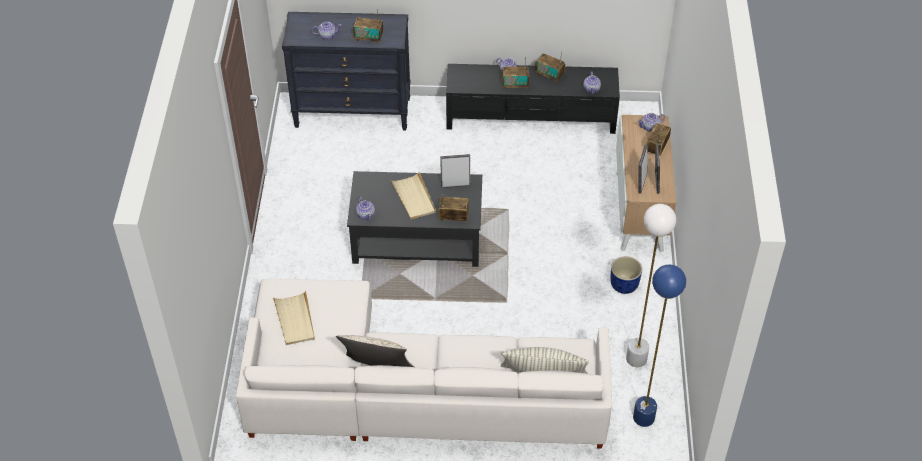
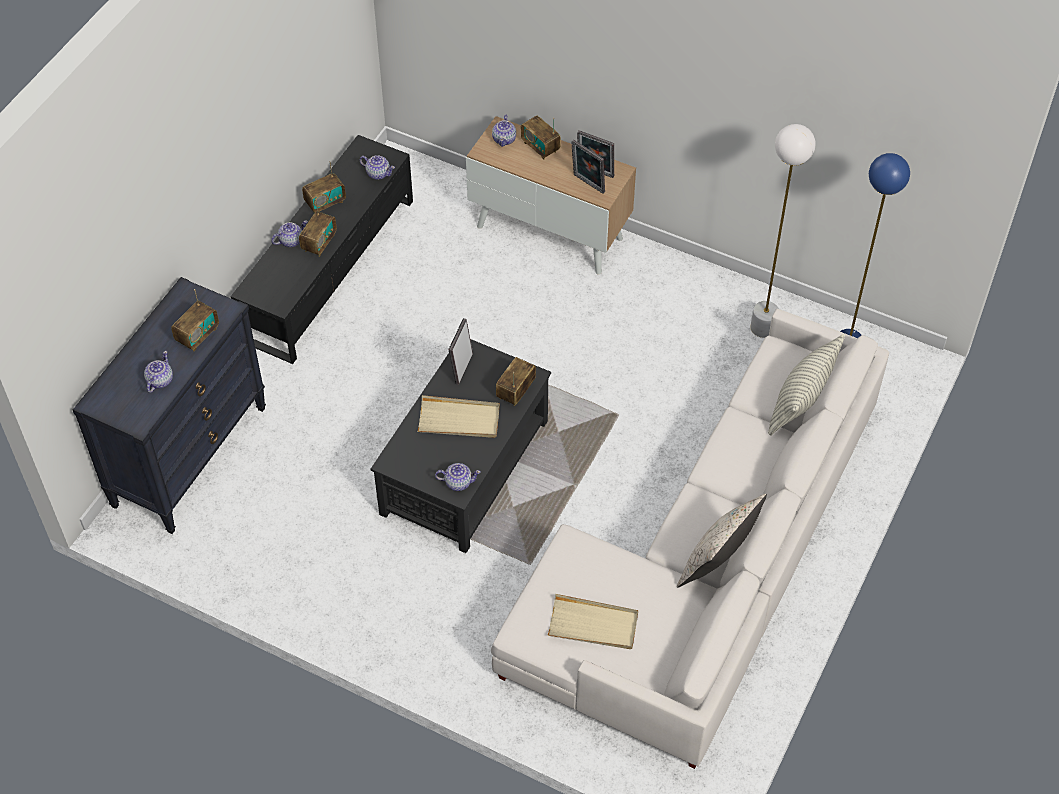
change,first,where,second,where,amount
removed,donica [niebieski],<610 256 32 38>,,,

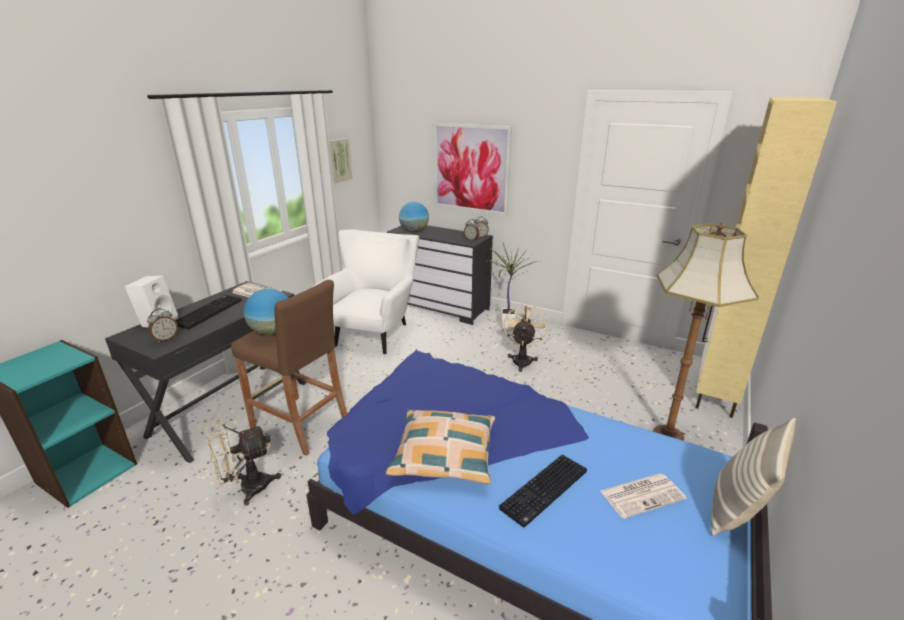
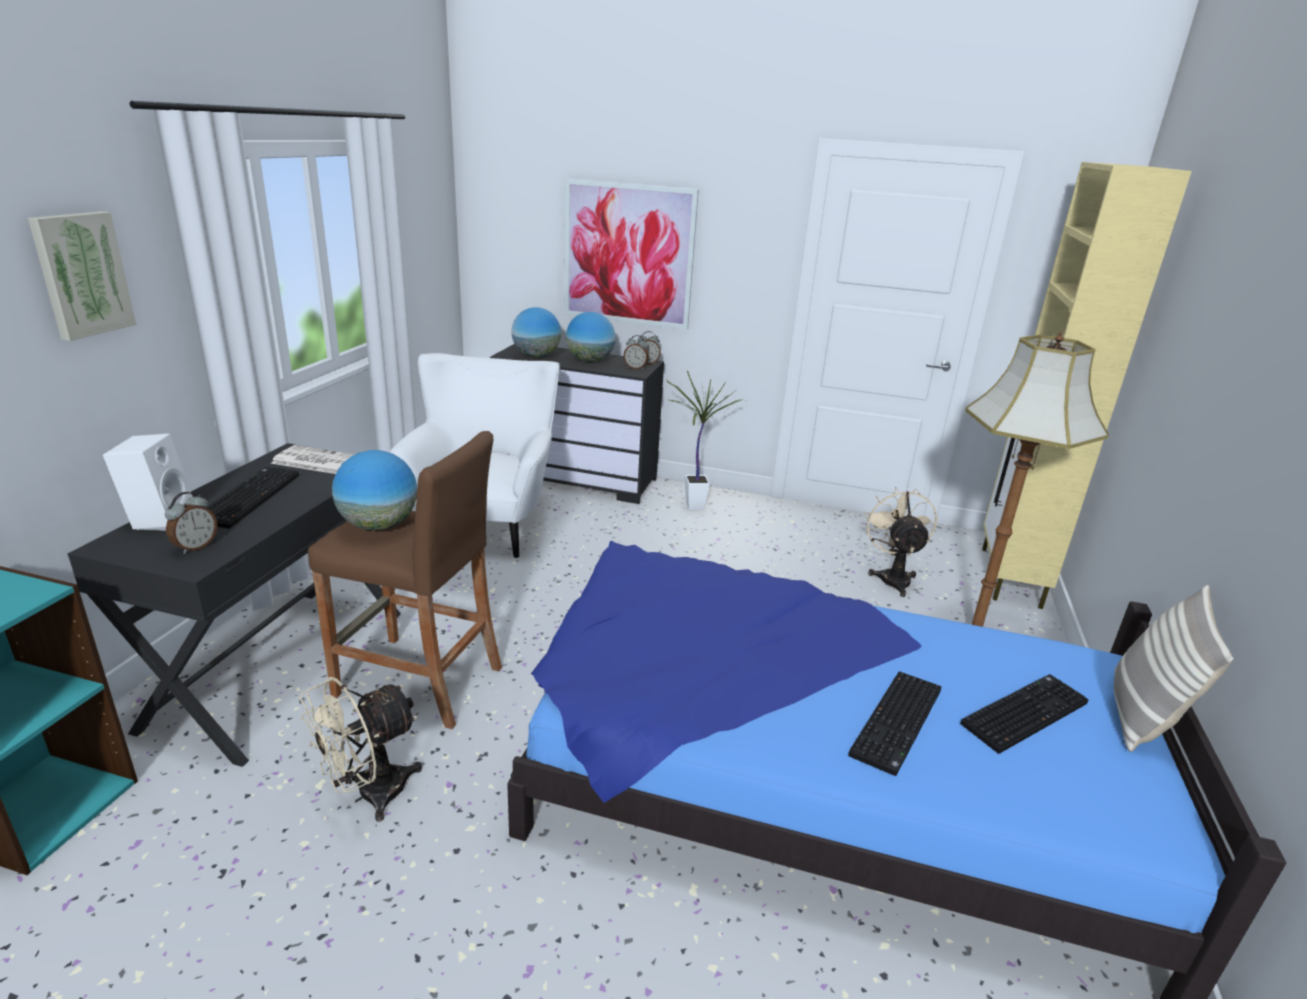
change,first,where,second,where,amount
removed,poduszka,<386 409 109 76>,,,
added,,,globus,<566 312 50 50>,
moved,obraz,<329 138 24 45>,,<28 211 108 130>,
moved,wentylator [beżowy],<504 303 43 69>,,<865 487 72 110>,
replaced,gazeta,<600 474 86 45>,klawiatura,<960 674 128 80>,

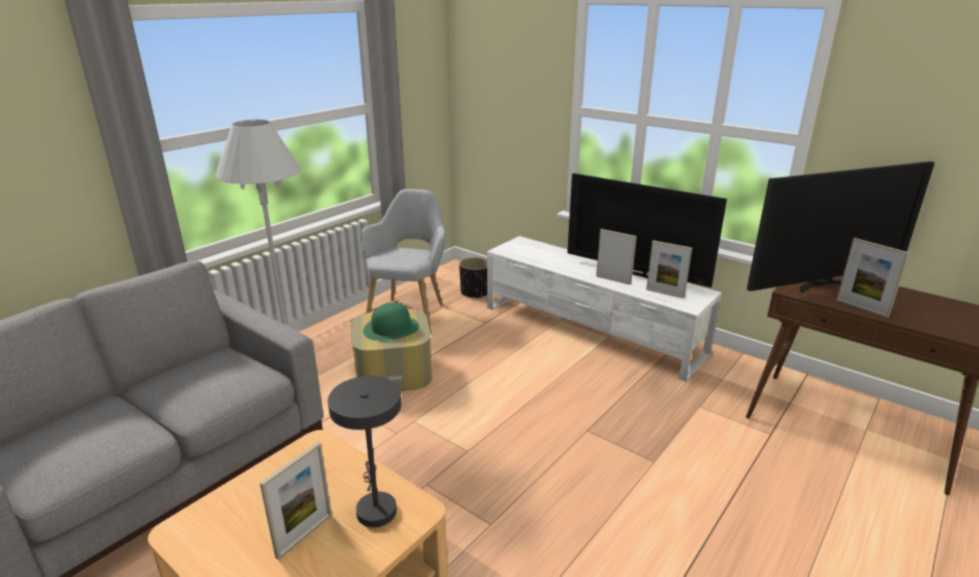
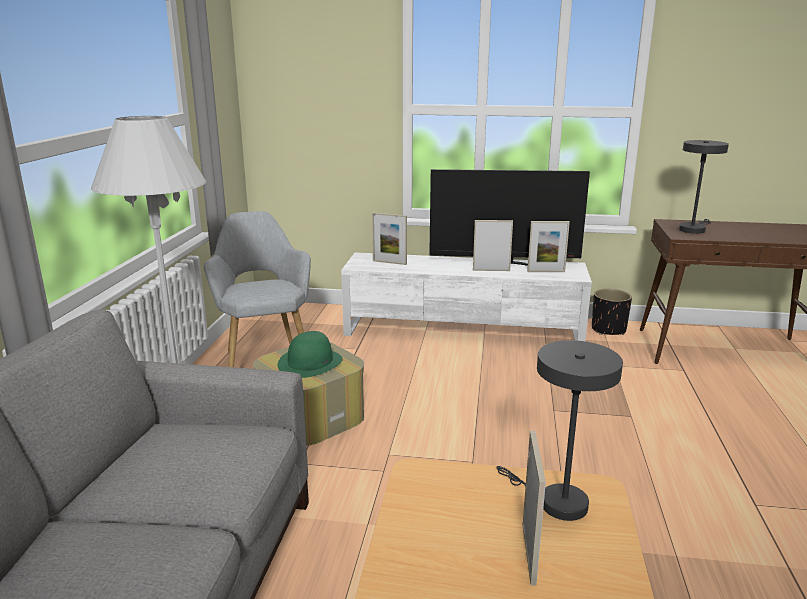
change,first,where,second,where,amount
moved,donica [czarny],<459 257 28 42>,,<592 289 40 46>,
moved,ramka na zdjęcie,<837 238 73 80>,,<372 212 35 53>,
replaced,telewizor,<747 161 188 132>,lampa stołowa [szary],<679 140 50 94>,

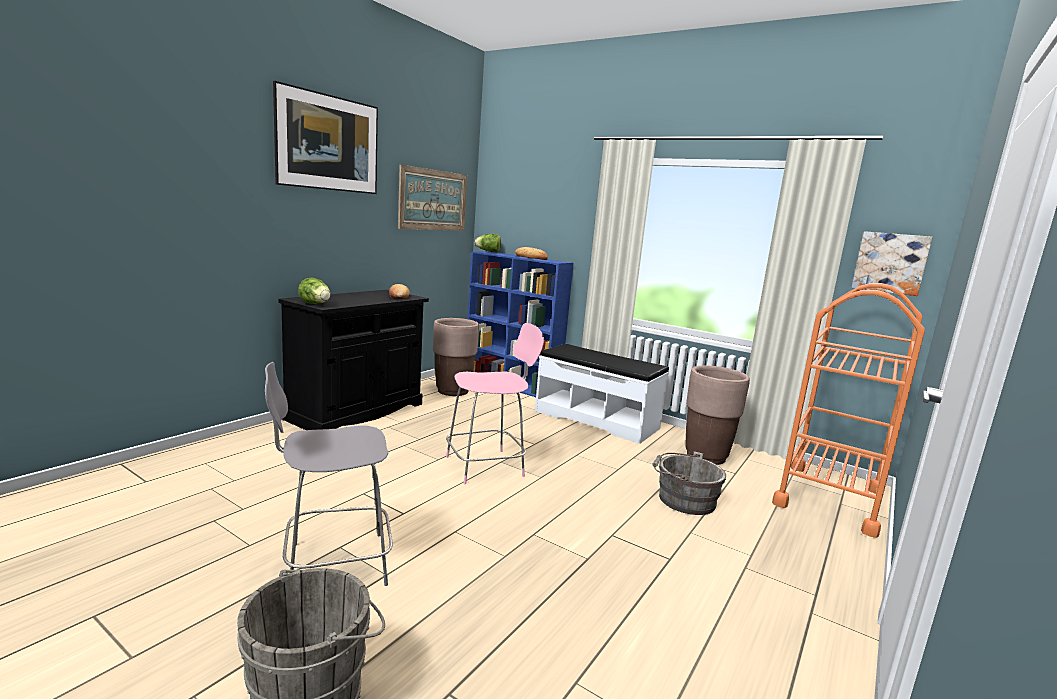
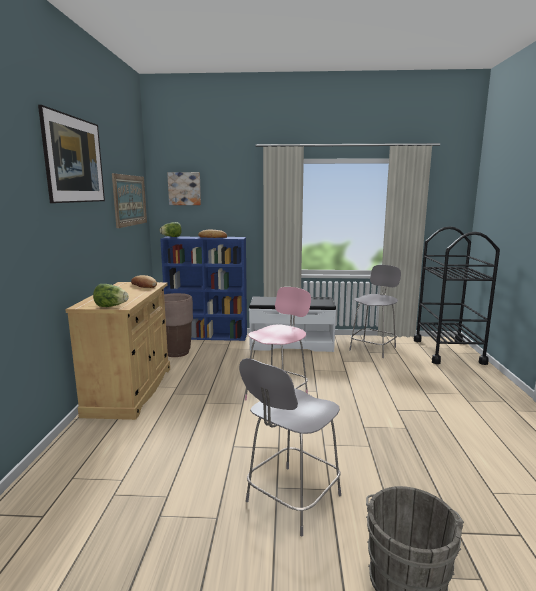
change,first,where,second,where,amount
removed,wiadro [szary],<652 451 74 64>,,,
moved,obraz,<852 231 80 65>,,<167 172 34 33>,
replaced,donica [brązowy],<685 365 65 100>,krzesło [szary],<349 265 52 93>,
recoloured,szafka [czarny],<278 290 151 140>,szafka [beżowy],<65 282 105 138>,
recoloured,wózek [pomarańczowy],<772 283 153 255>,wózek [czarny],<414 226 86 139>,

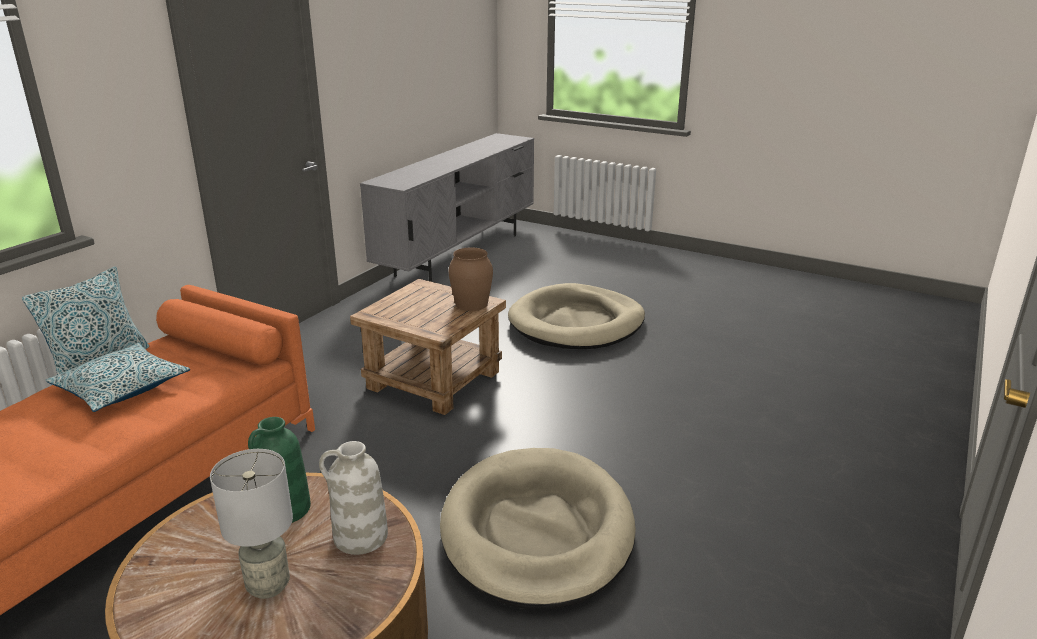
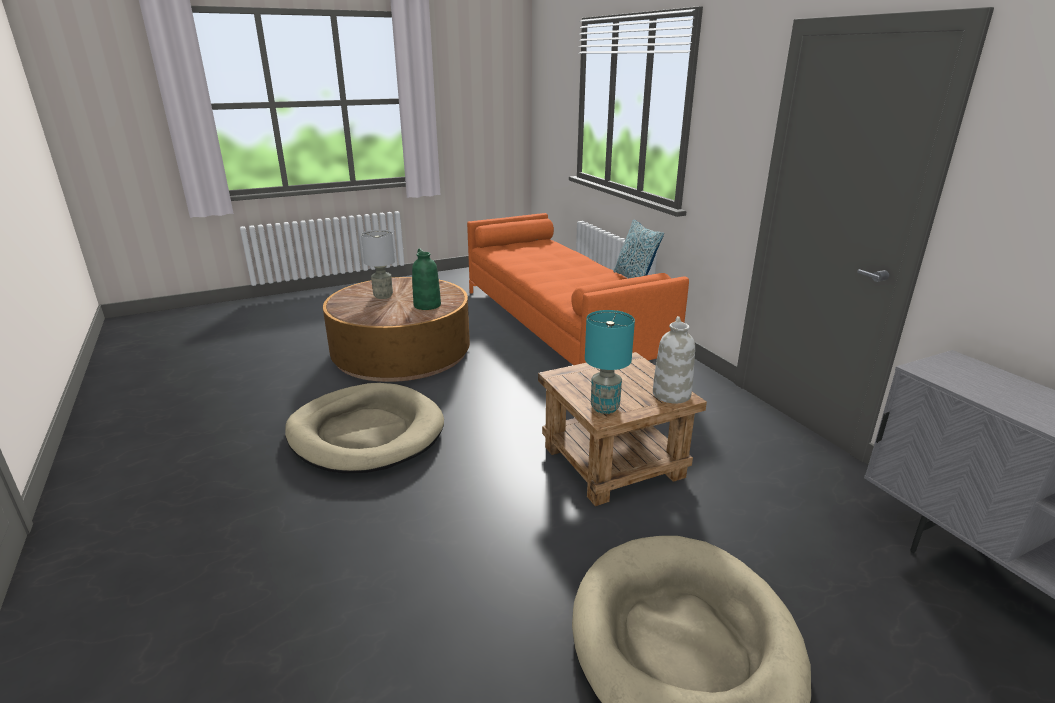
change,first,where,second,where,amount
removed,poduszka,<46 343 144 69>,,,
moved,wazon [biały],<319 441 69 114>,,<653 316 42 87>,
replaced,wazon [brązowy],<448 247 45 64>,lampa stołowa [turkusowy],<585 310 50 104>,

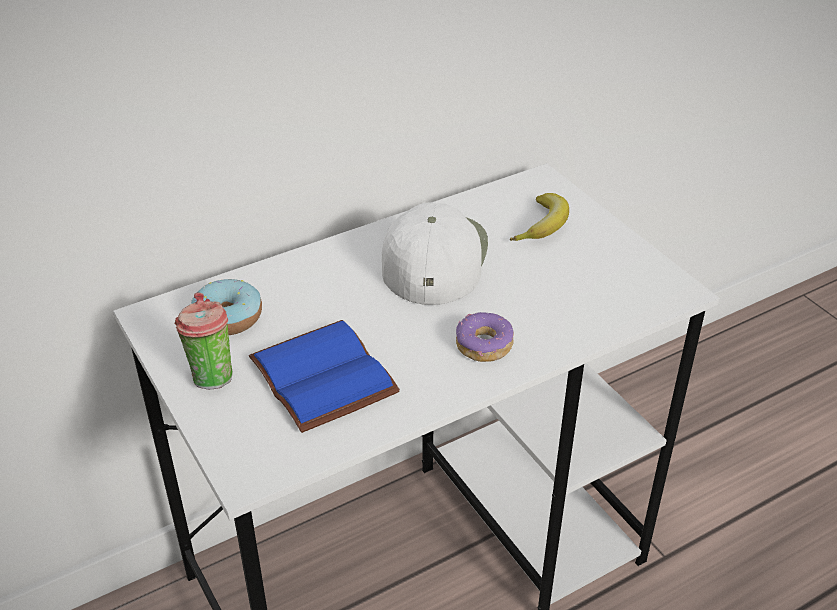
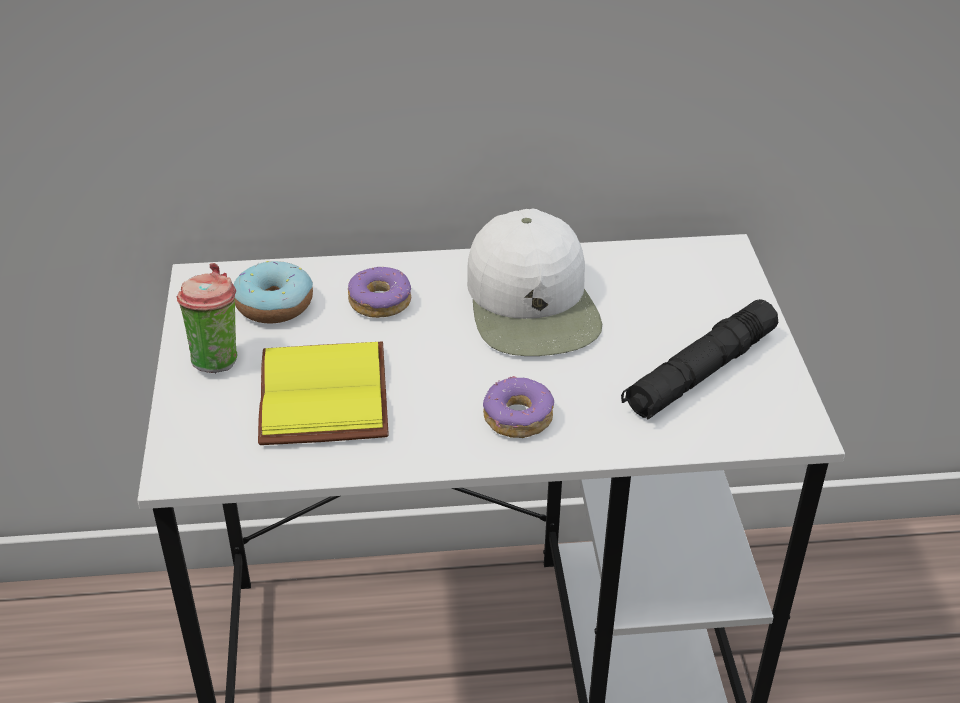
change,first,where,second,where,amount
removed,banan,<510 193 59 48>,,,
added,,,donut,<348 267 63 51>,
added,,,latarka [czarny],<621 299 157 121>,
recoloured,książka [niebieski],<249 320 151 113>,książka [żółty],<258 342 131 103>,
turned,czapka z daszkiem [biały],<382 202 106 103>,,<467 209 135 147>,135 degrees clockwise

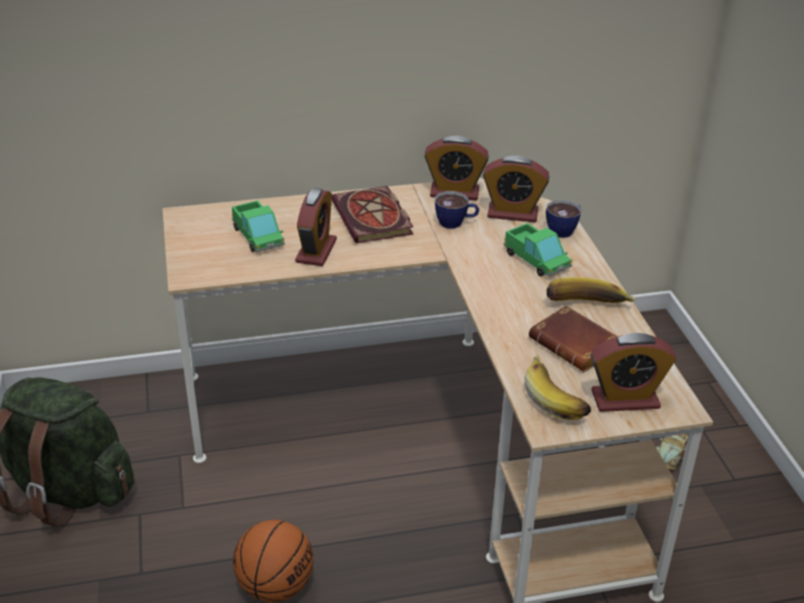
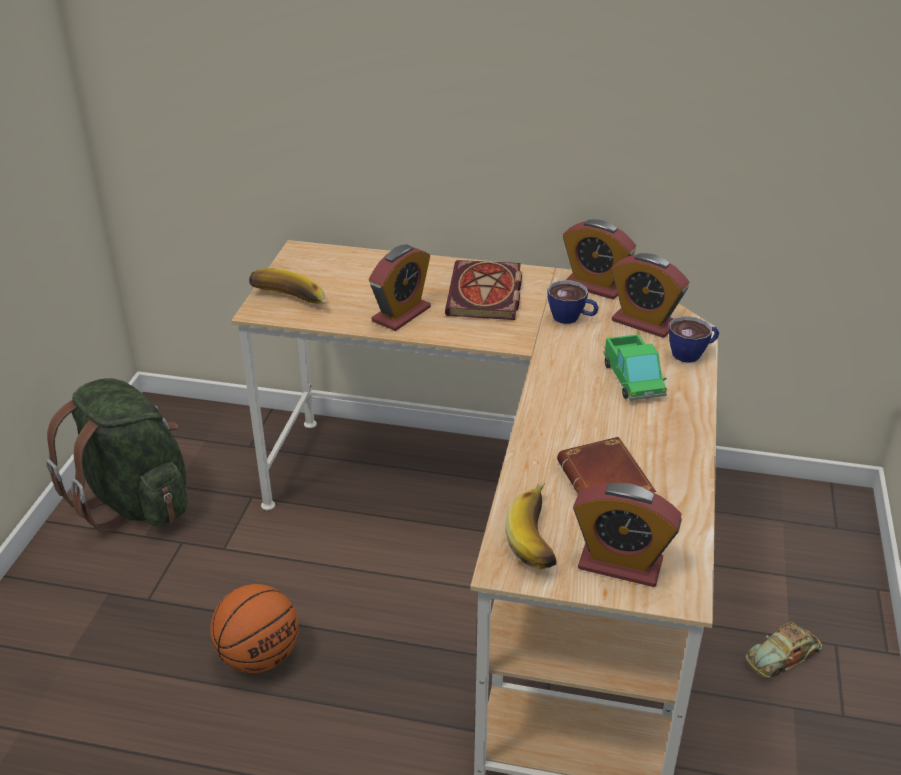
change,first,where,second,where,amount
removed,ciężarówka zabawkowa,<232 200 53 52>,,,
moved,banan,<547 277 88 26>,,<249 268 77 36>,

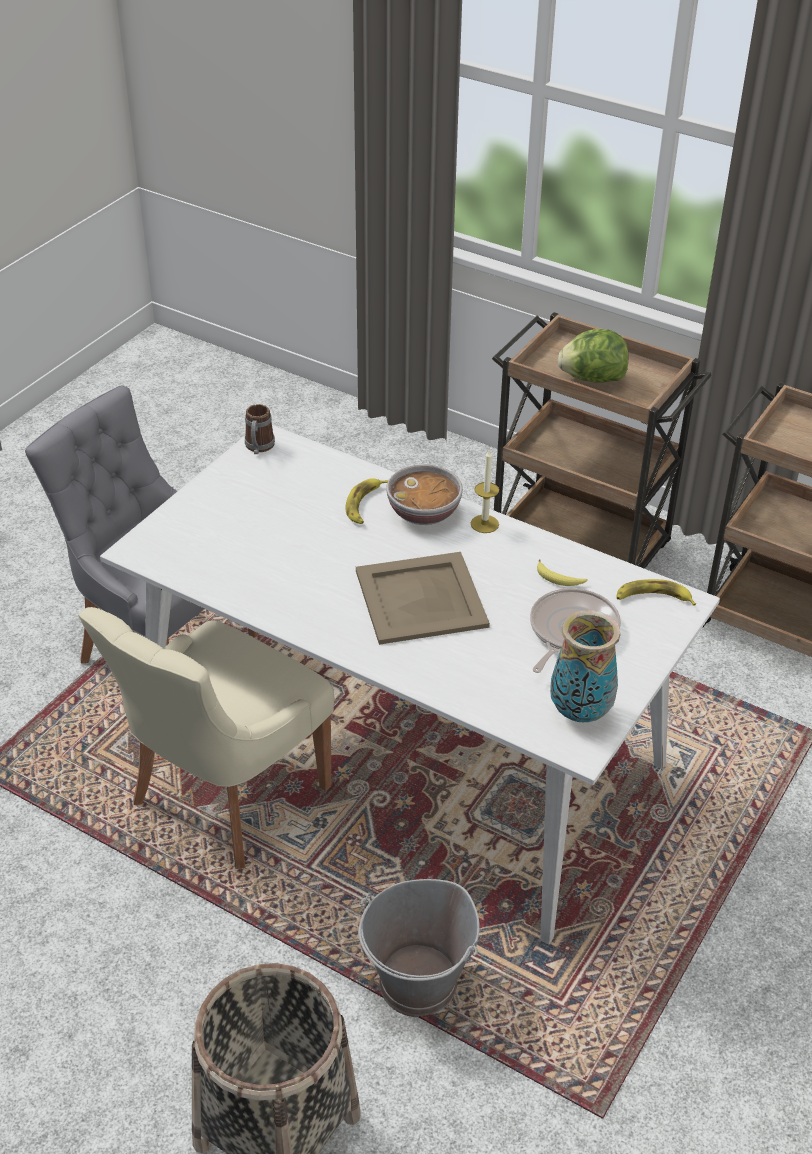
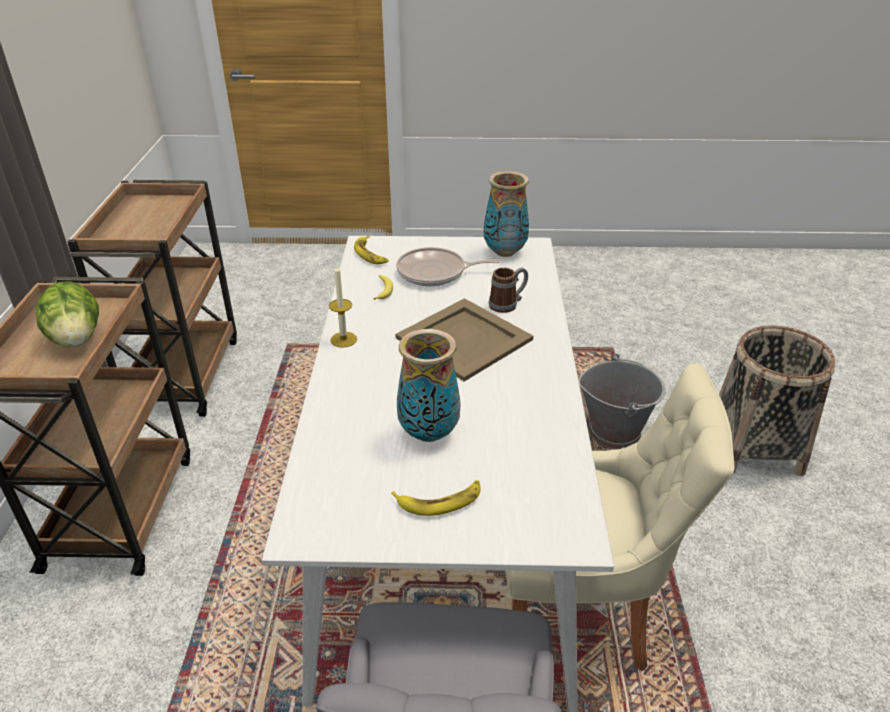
change,first,where,second,where,amount
removed,miska,<386 464 77 61>,,,
added,,,wazon,<397 329 64 113>,
moved,kubek,<245 404 30 50>,,<489 267 39 46>,
moved,banan,<345 478 43 46>,,<391 480 90 36>,

